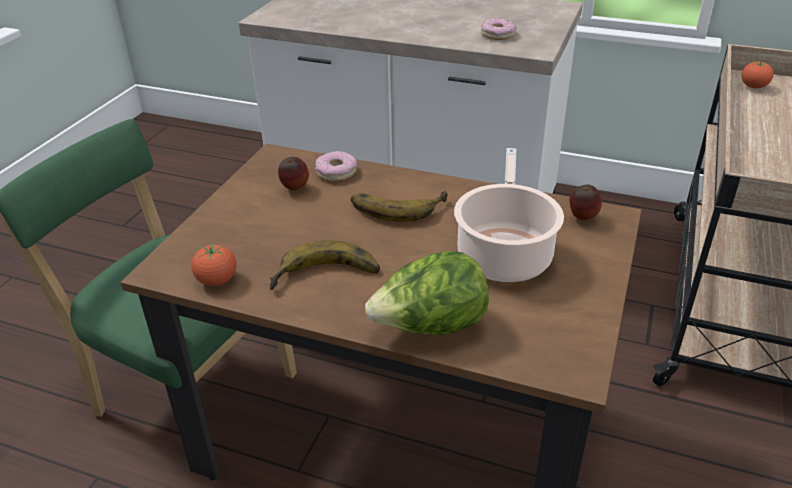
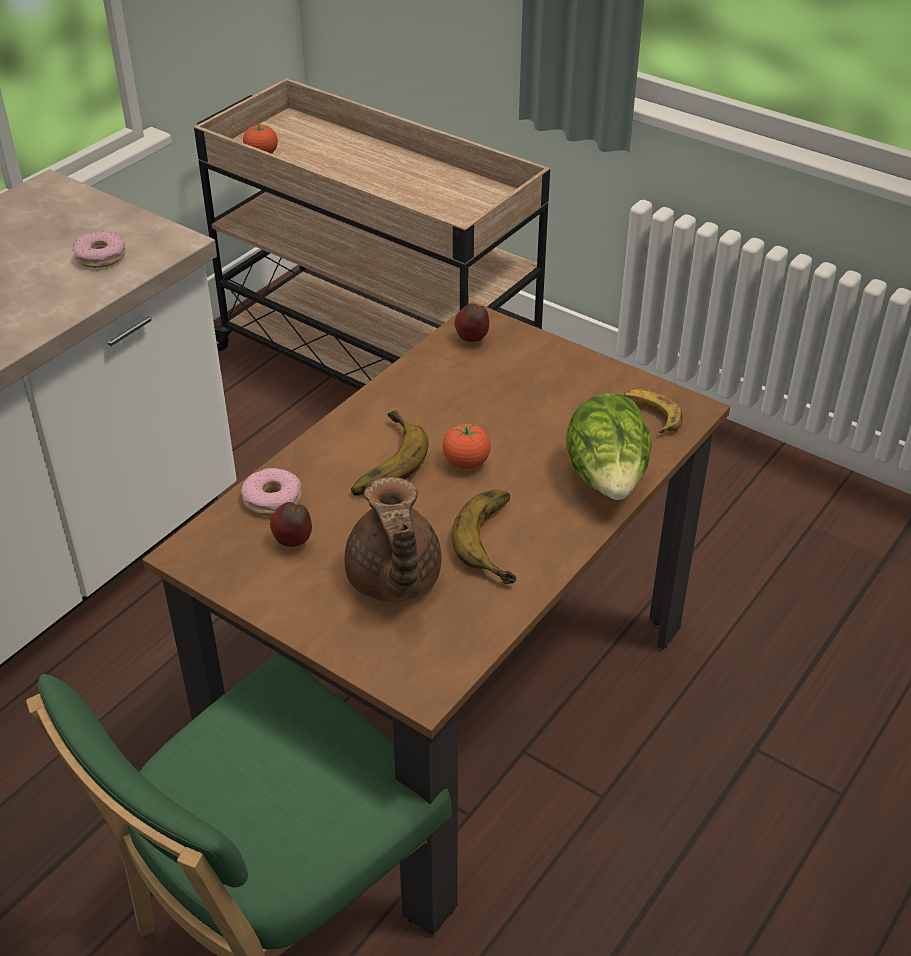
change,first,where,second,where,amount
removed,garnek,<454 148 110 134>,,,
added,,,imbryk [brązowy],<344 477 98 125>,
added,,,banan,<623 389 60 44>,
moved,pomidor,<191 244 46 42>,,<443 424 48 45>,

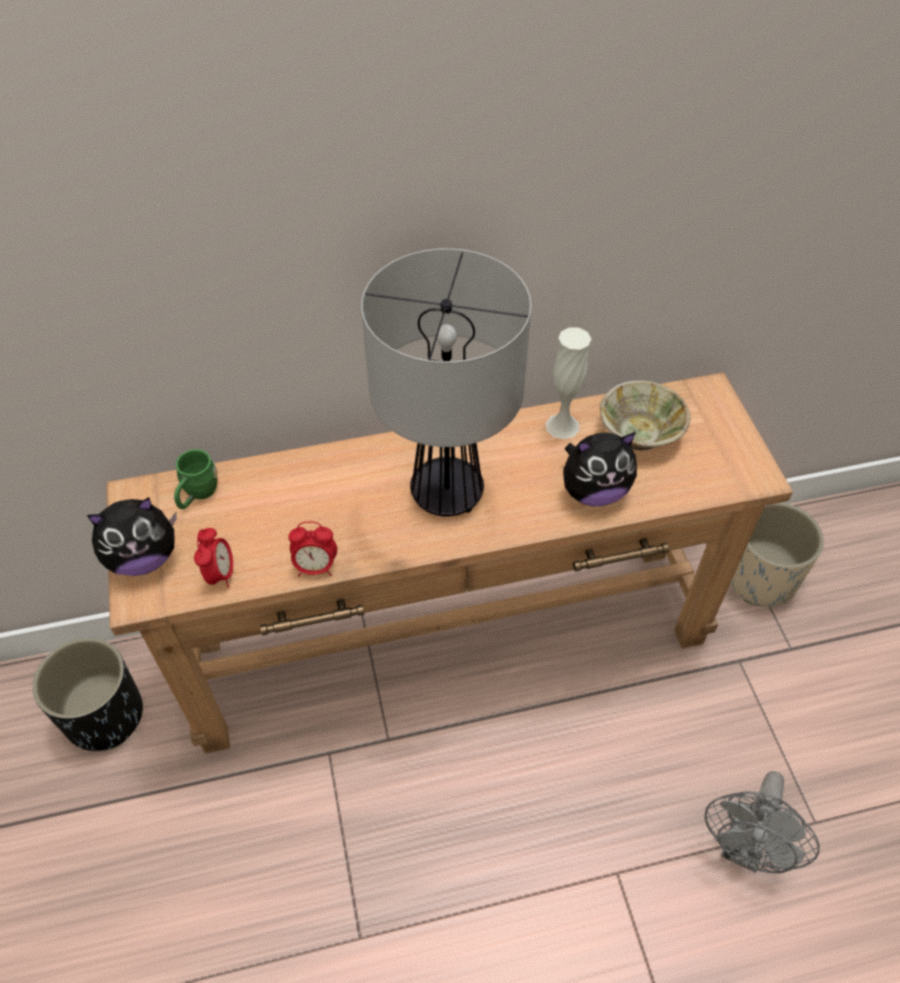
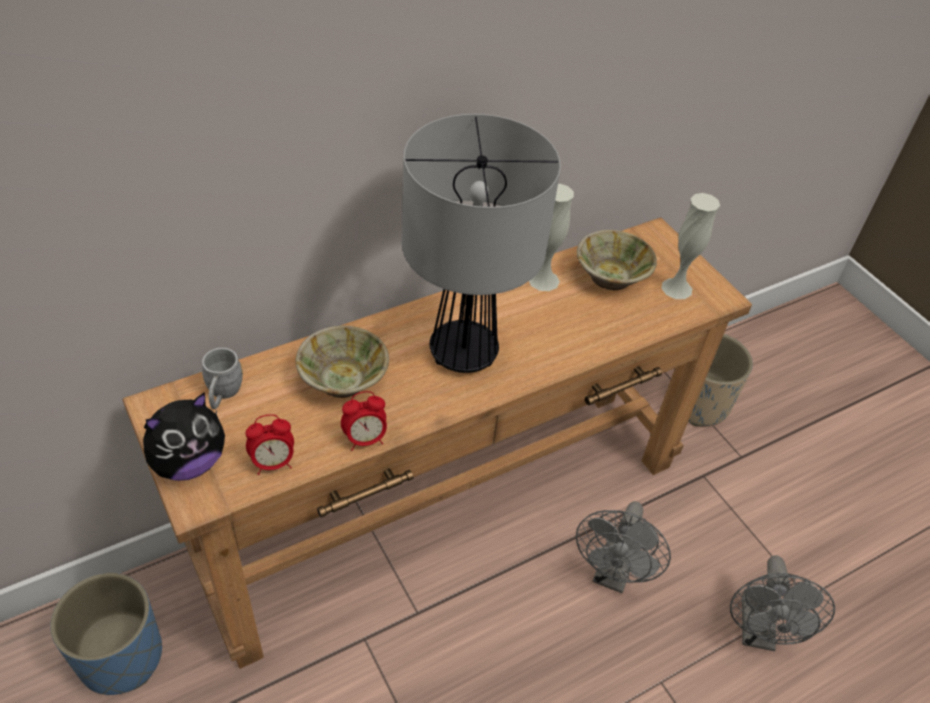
change,first,where,second,where,amount
removed,pluszak,<563 432 74 74>,,,
added,,,miska [beżowy],<296 326 93 72>,
added,,,wentylator [szary],<576 501 95 92>,
added,,,wazon [biały],<661 193 59 106>,
recoloured,donica [czarny],<32 637 111 114>,donica [niebieski],<50 573 112 122>,
recoloured,kubek [zielony],<174 449 44 60>,kubek [szary],<202 348 41 61>,
turned,budzik,<194 528 39 60>,,<246 414 48 61>,90 degrees clockwise

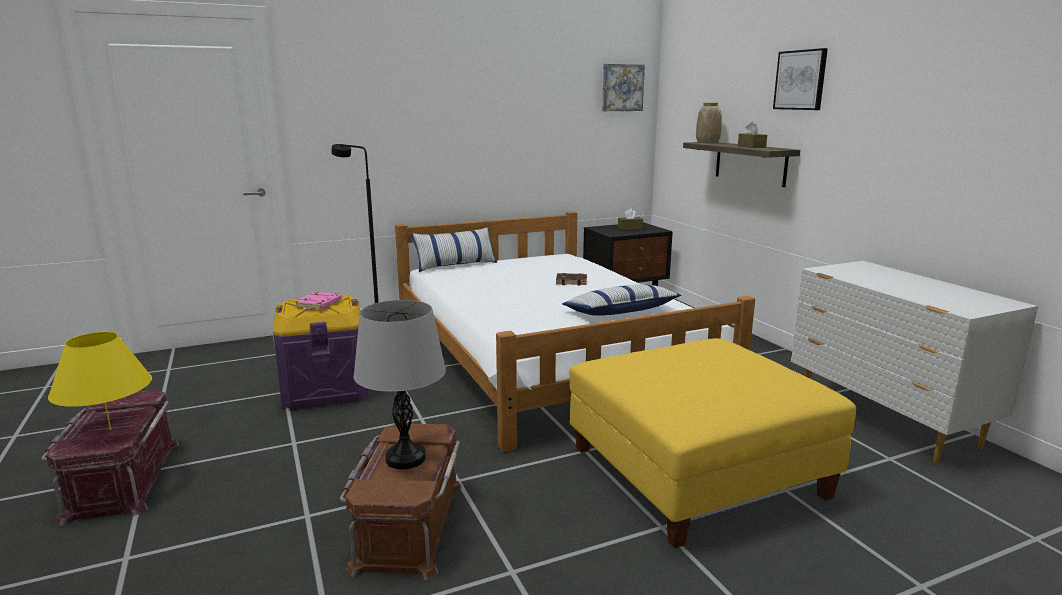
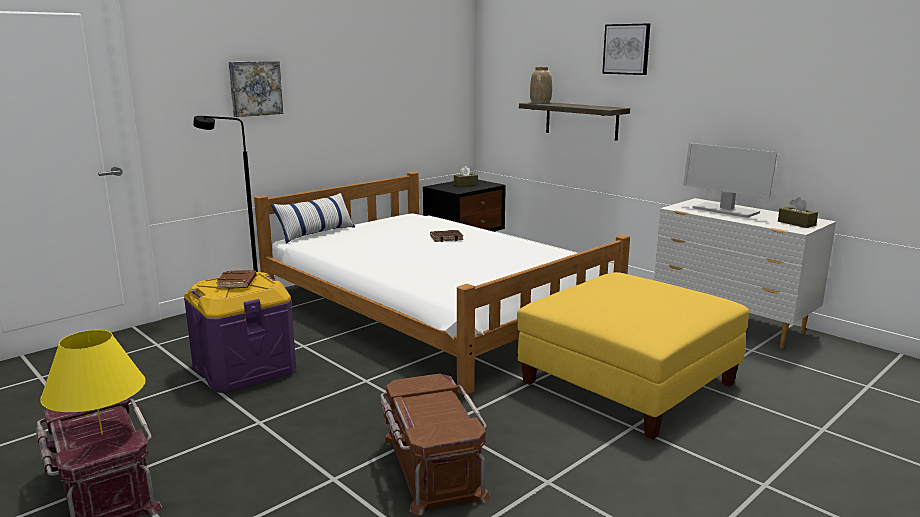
change,first,where,second,where,amount
removed,lampa stołowa [szary],<354 300 92 169>,,,
removed,poduszka,<562 284 119 32>,,,
added,,,monitor,<683 143 95 75>,
moved,obraz,<602 64 43 47>,,<229 61 54 56>,
moved,pudełko chusteczek [brązowy],<738 122 29 26>,,<778 197 40 31>,
recoloured,książka [różowy],<295 291 47 19>,książka [brązowy],<216 270 41 19>,

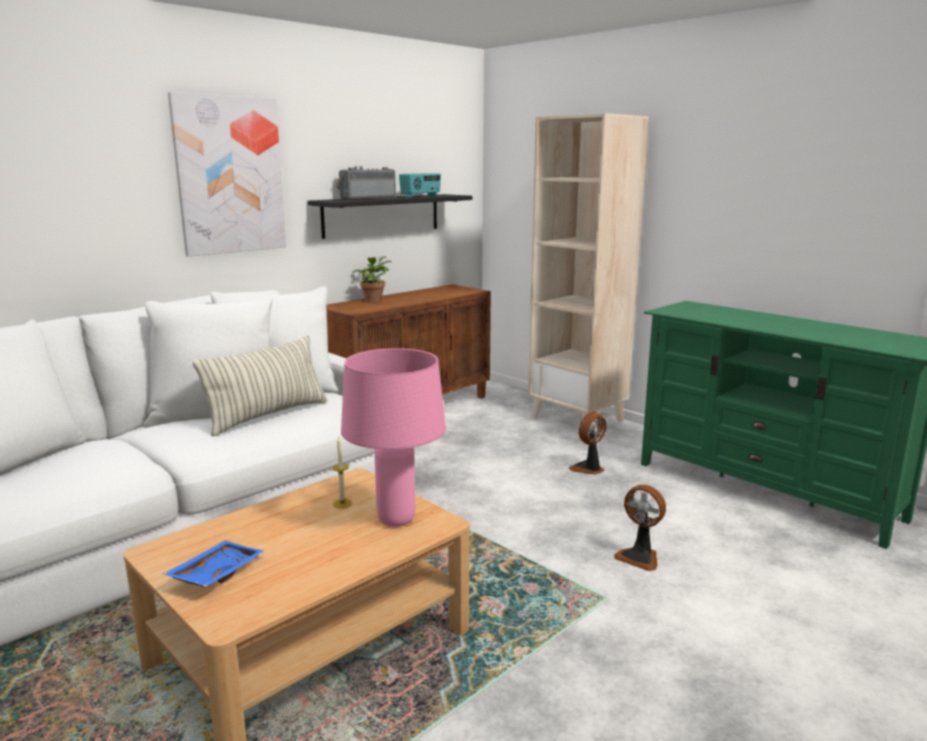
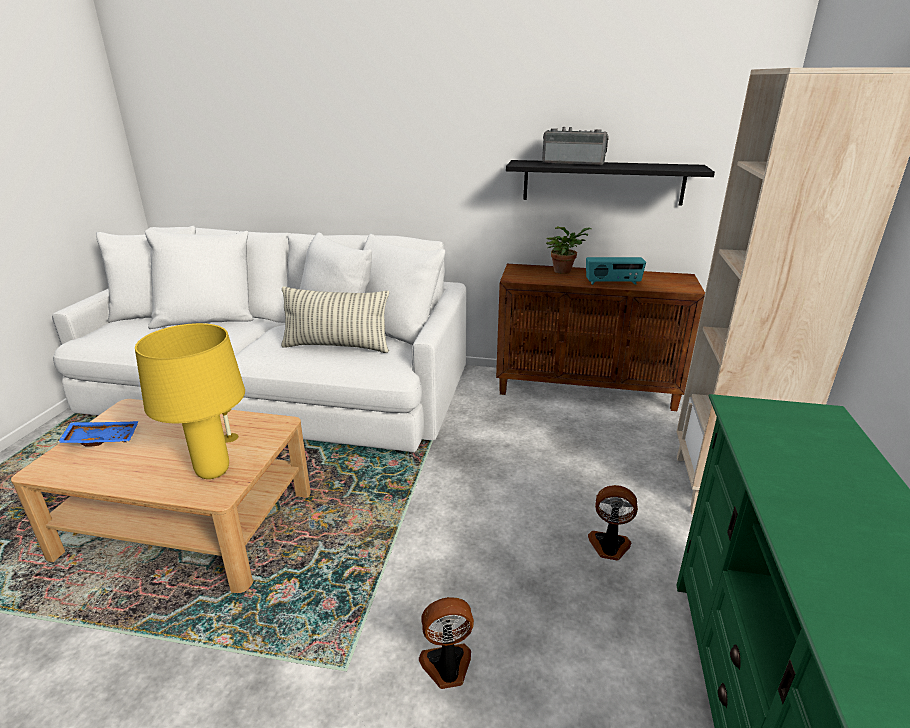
change,first,where,second,where,amount
removed,obraz,<168 92 118 165>,,,
moved,radio,<399 173 42 25>,,<586 257 60 28>,
recoloured,lampa stołowa [różowy],<341 348 105 179>,lampa stołowa [żółty],<135 323 110 156>,
turned,wentylator,<614 485 52 86>,,<419 597 55 92>,75 degrees clockwise

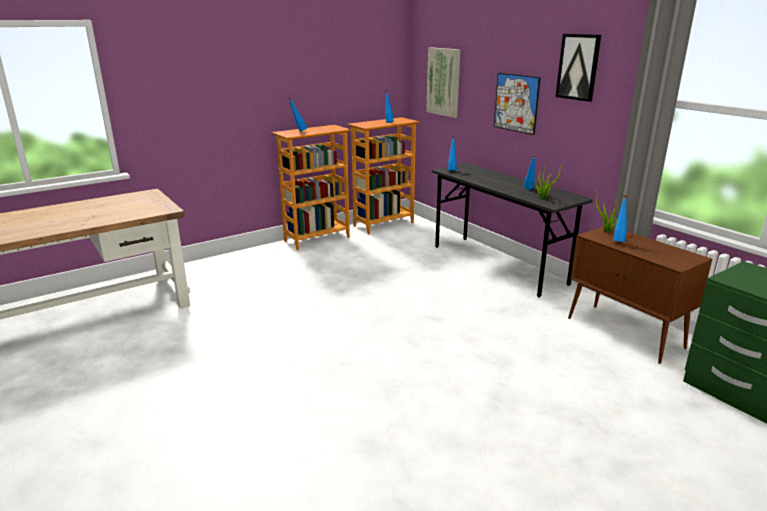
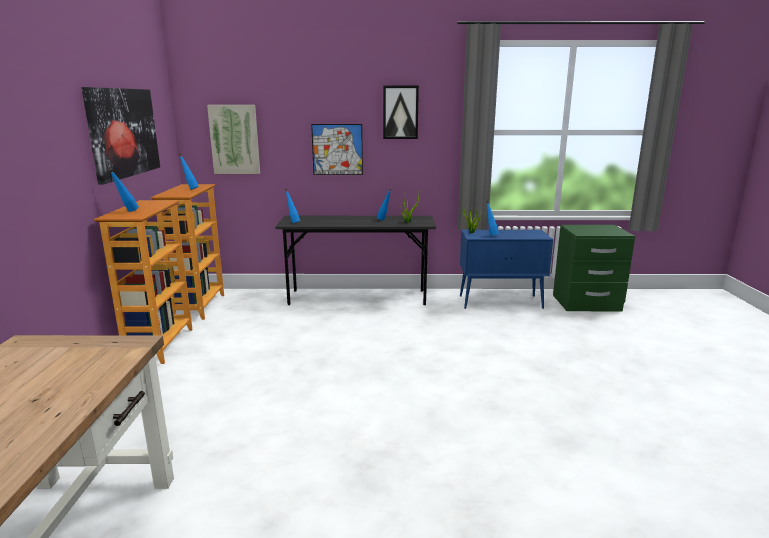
change,first,where,second,where,amount
added,,,obraz,<81 87 79 98>,
recoloured,szafka [brązowy],<568 227 144 137>,szafka [niebieski],<460 230 93 79>,

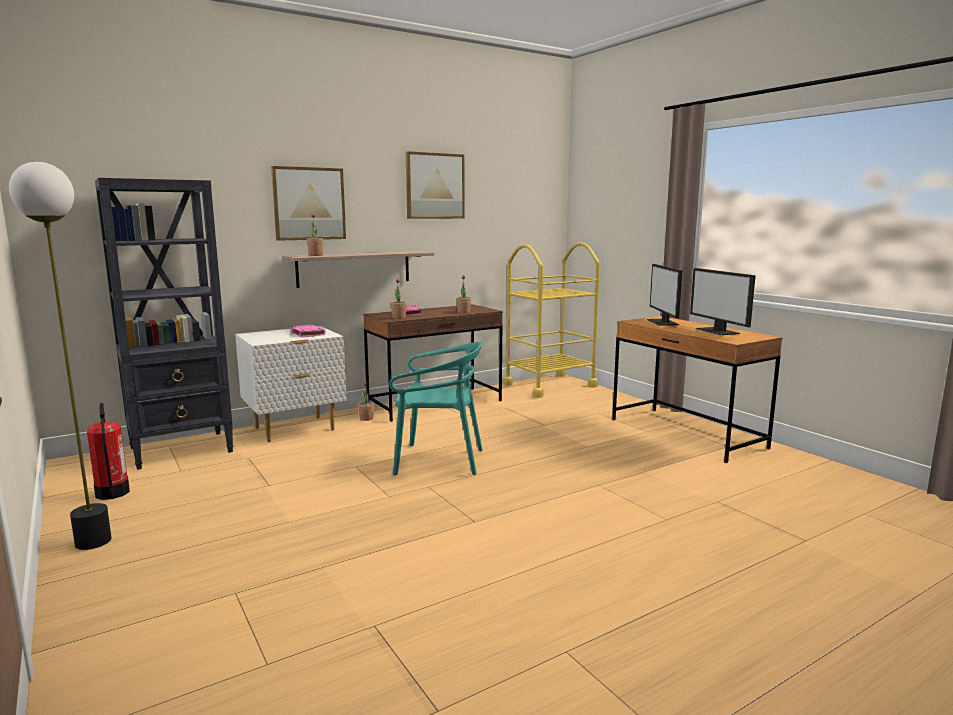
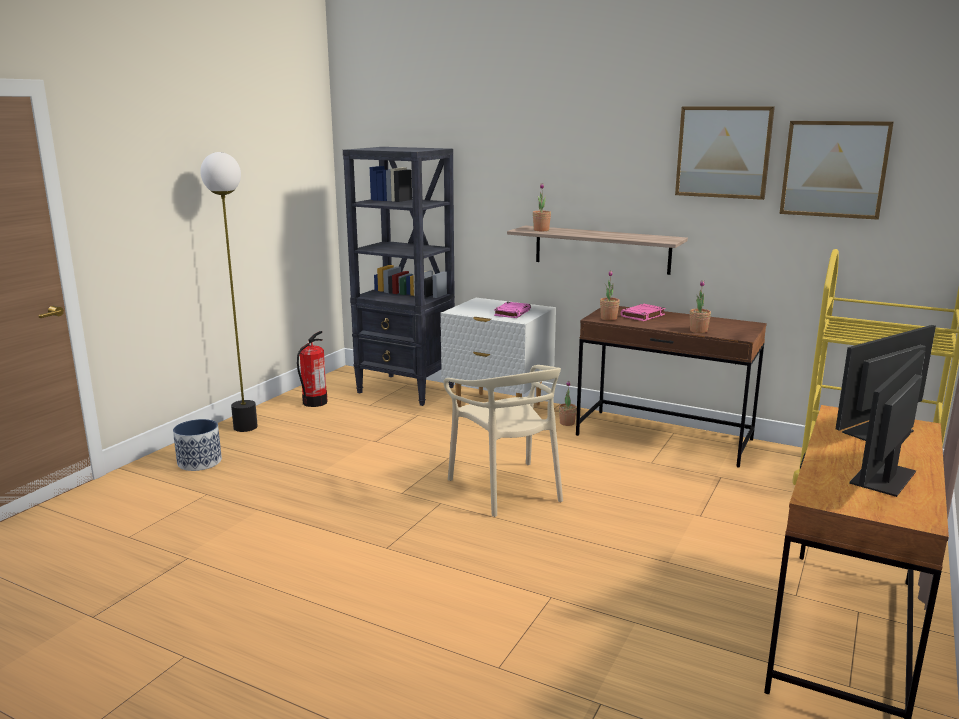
change,first,where,second,where,amount
added,,,donica,<173 419 49 52>,
moved,obraz,<271 166 75 75>,,<779 121 115 99>,
recoloured,krzesło [turkusowy],<389 342 94 133>,krzesło [beżowy],<443 365 120 152>,

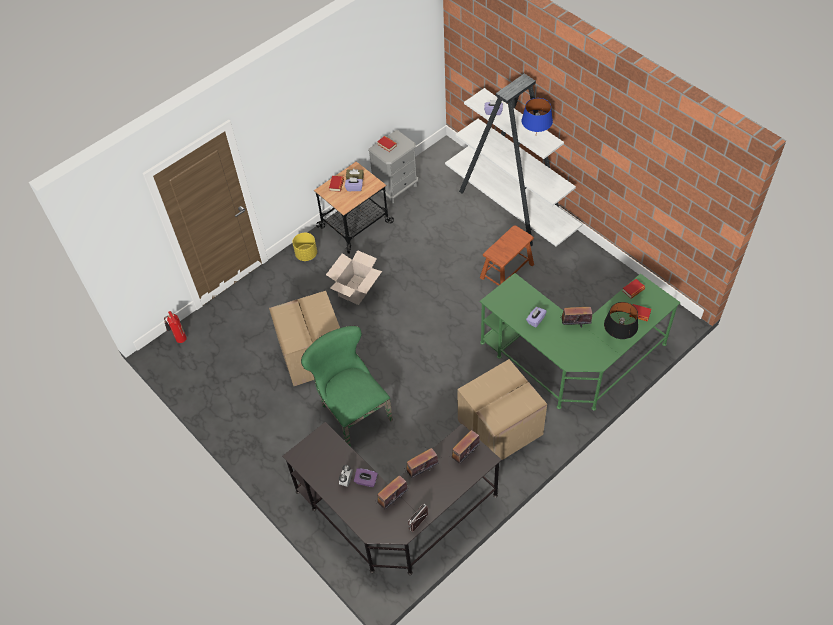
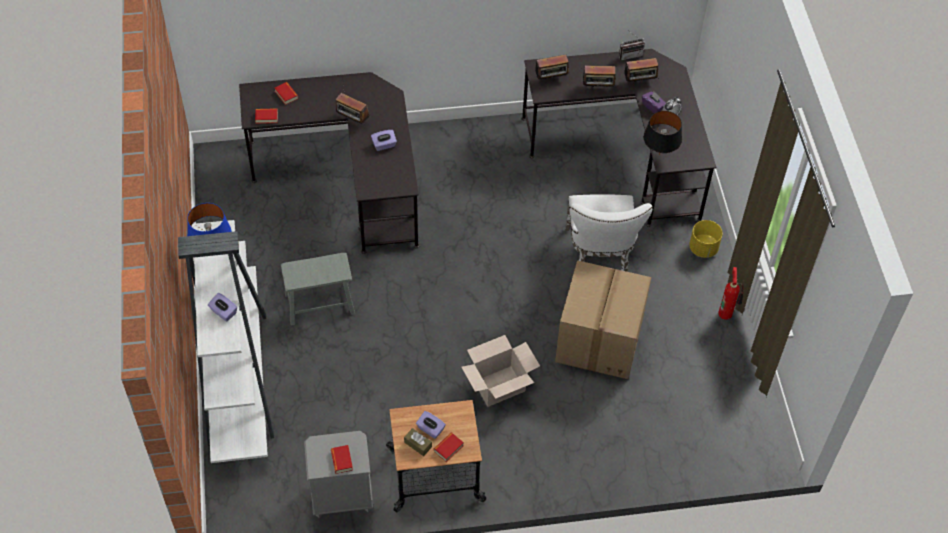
change,first,where,second,where,amount
removed,karton,<457 359 90 102>,,,
moved,gaśnica,<164 311 23 32>,,<718 267 25 53>,
moved,donica [żółty],<292 233 25 28>,,<689 220 34 38>,
moved,lampa stołowa [czarny],<604 302 34 37>,,<643 111 39 44>,
recoloured,krzesło [zielony],<301 326 92 121>,krzesło [biały],<565 194 88 78>,
recoloured,stołek [brązowy],<480 225 54 61>,stołek [szary],<281 253 74 73>,
recoloured,biurko [zielony],<480 273 201 137>,biurko [czarny],<239 72 180 182>,

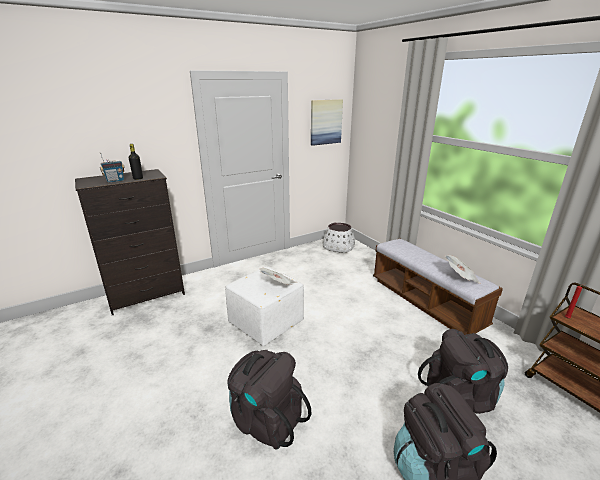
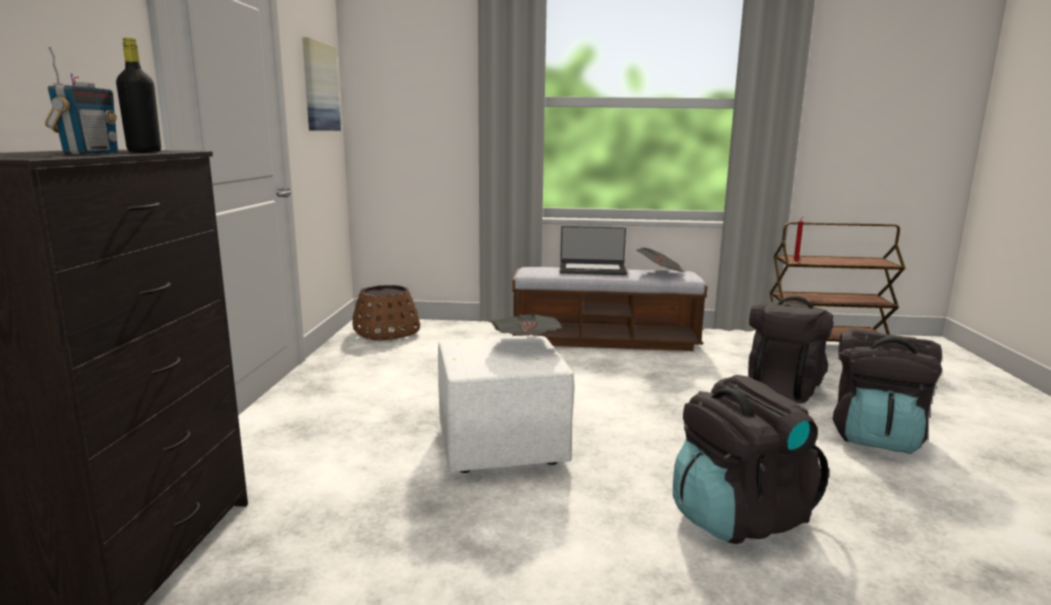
change,first,where,second,where,amount
added,,,laptop,<559 226 68 49>,
recoloured,donica [biały],<323 223 32 30>,donica [brązowy],<352 285 68 56>,

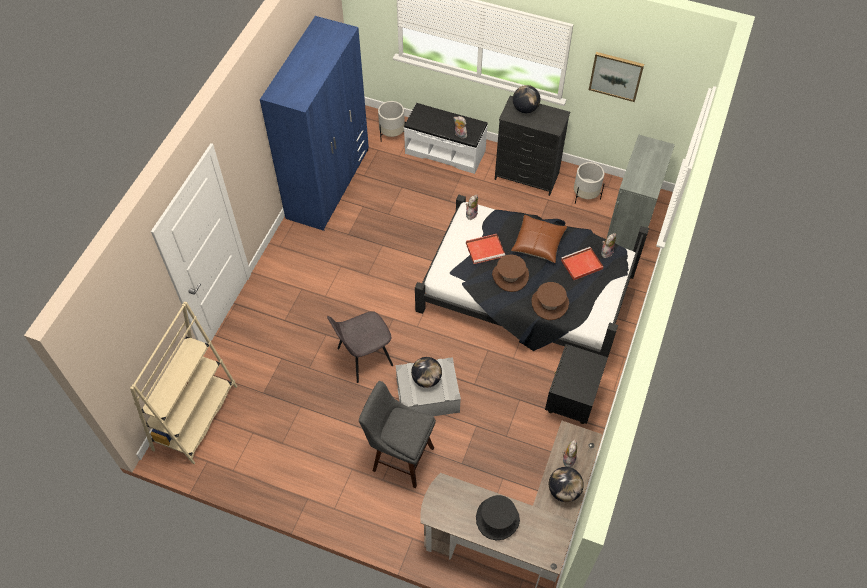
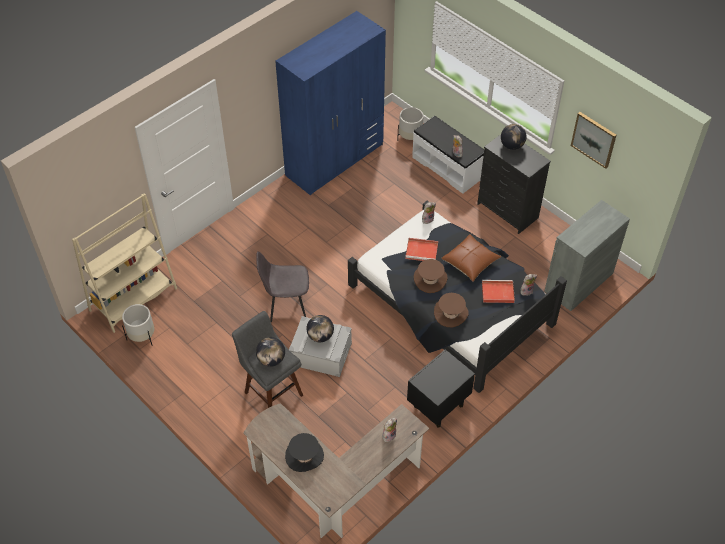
change,first,where,second,where,amount
moved,globus,<549 467 35 35>,,<256 337 29 30>,
moved,donica [biały],<574 162 30 42>,,<122 304 32 41>,

